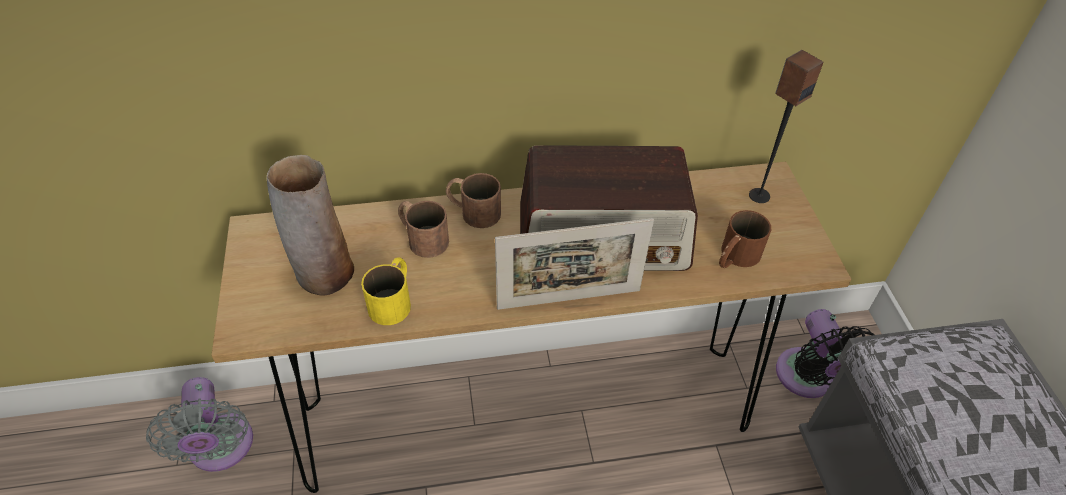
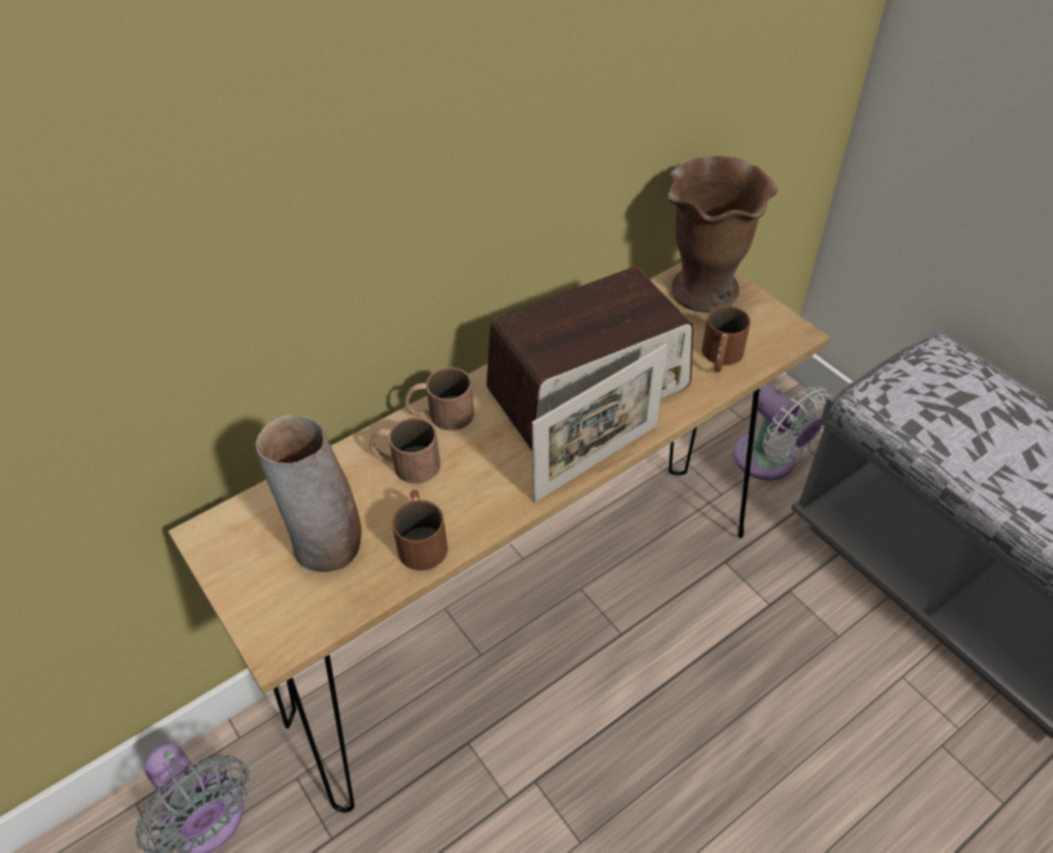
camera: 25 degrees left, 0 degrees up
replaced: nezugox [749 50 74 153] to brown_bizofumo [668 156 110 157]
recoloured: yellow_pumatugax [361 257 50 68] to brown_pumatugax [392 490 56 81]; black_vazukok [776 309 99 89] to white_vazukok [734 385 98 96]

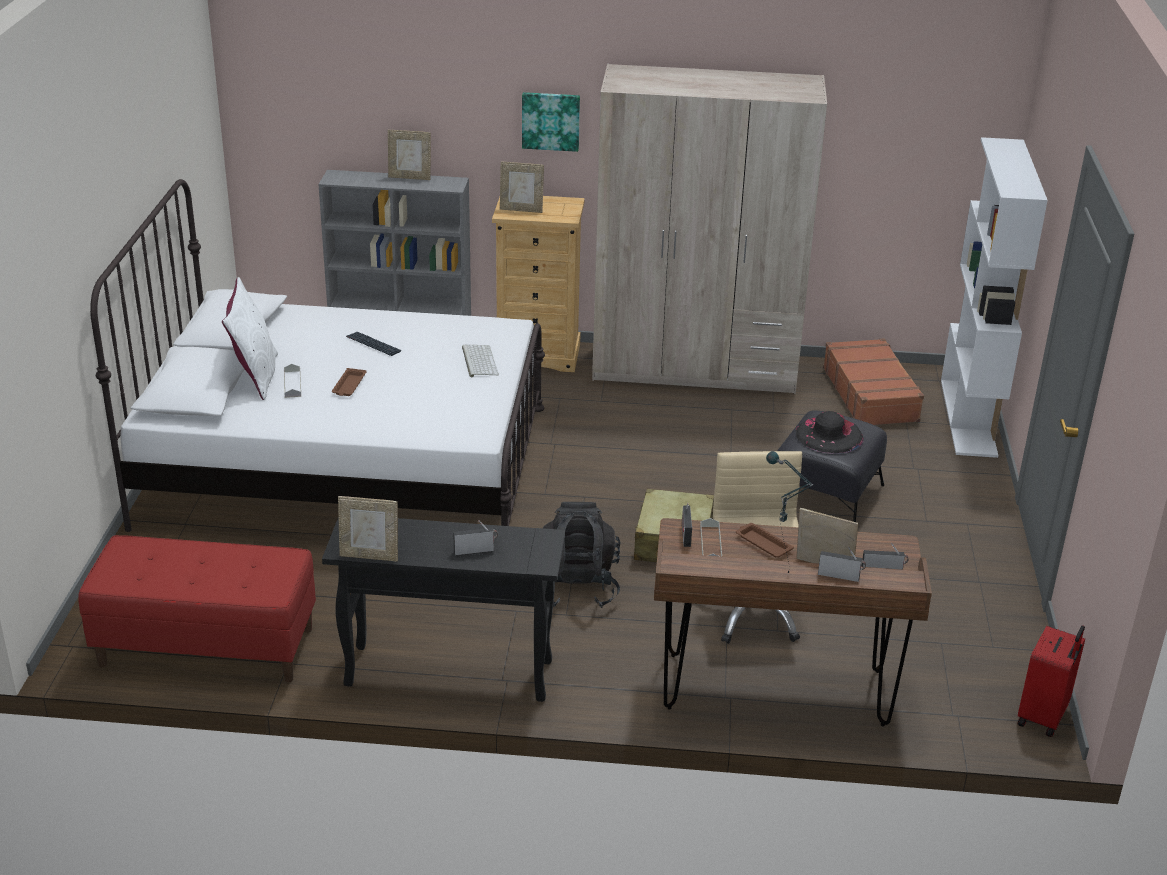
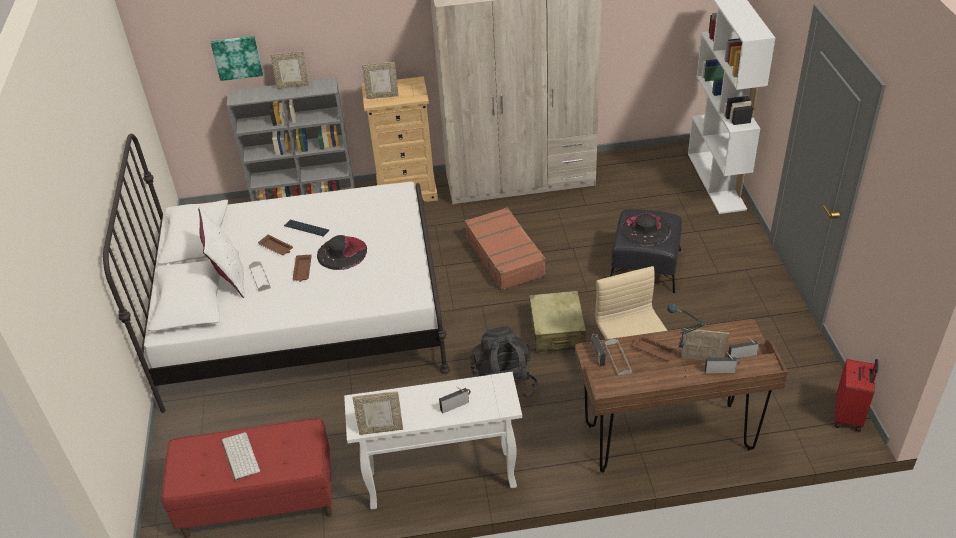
camera: 10 degrees left, 10 degrees up
added: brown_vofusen [258 234 35 21]; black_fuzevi [317 235 50 35]
moved: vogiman [462 345 37 33] to [222 432 38 49]; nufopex [522 92 58 60] to [211 36 52 45]; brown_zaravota [823 338 101 87] to [465 207 81 84]
recoloured: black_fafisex [322 517 243 185] to white_fafisex [344 372 178 138]

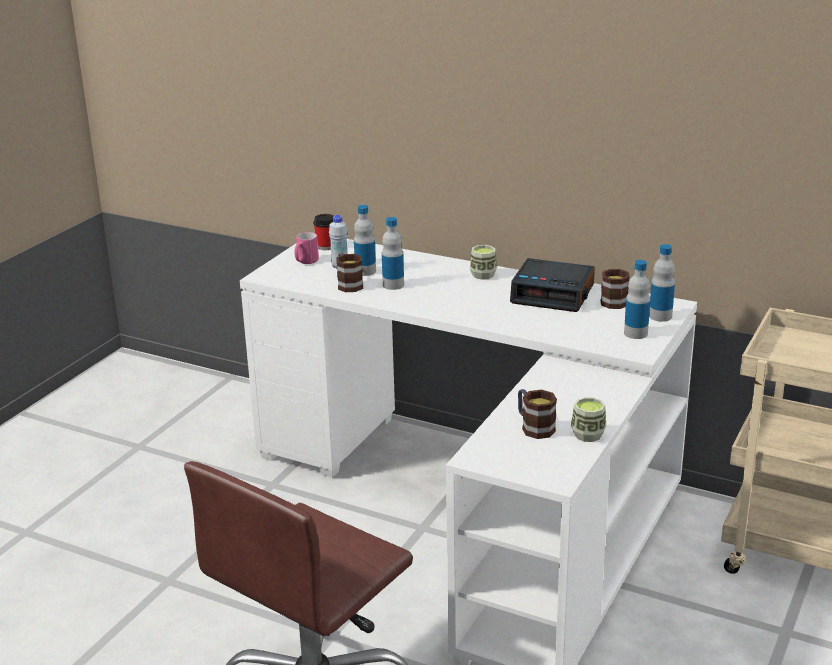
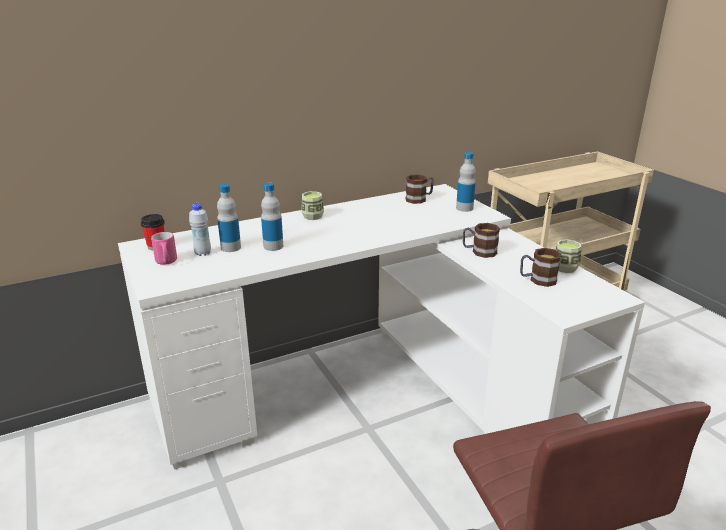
camera: 55 degrees left, 0 degrees up
removed: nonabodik [510 258 85 54]; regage [649 244 26 78]
moved: pumatugax [336 253 27 39] to [463 223 37 35]

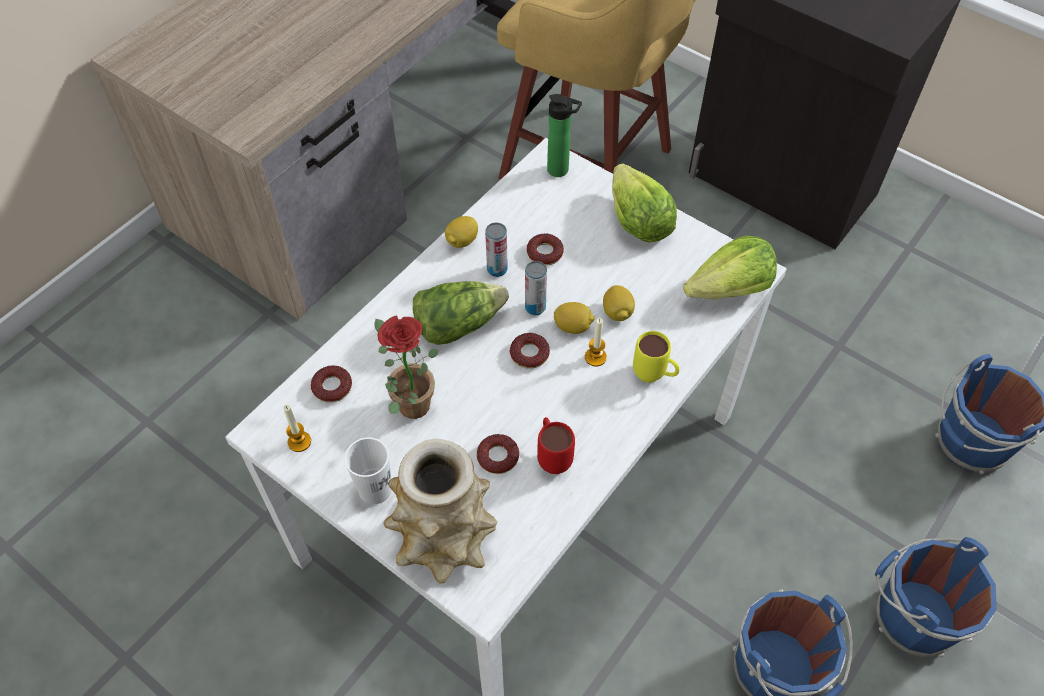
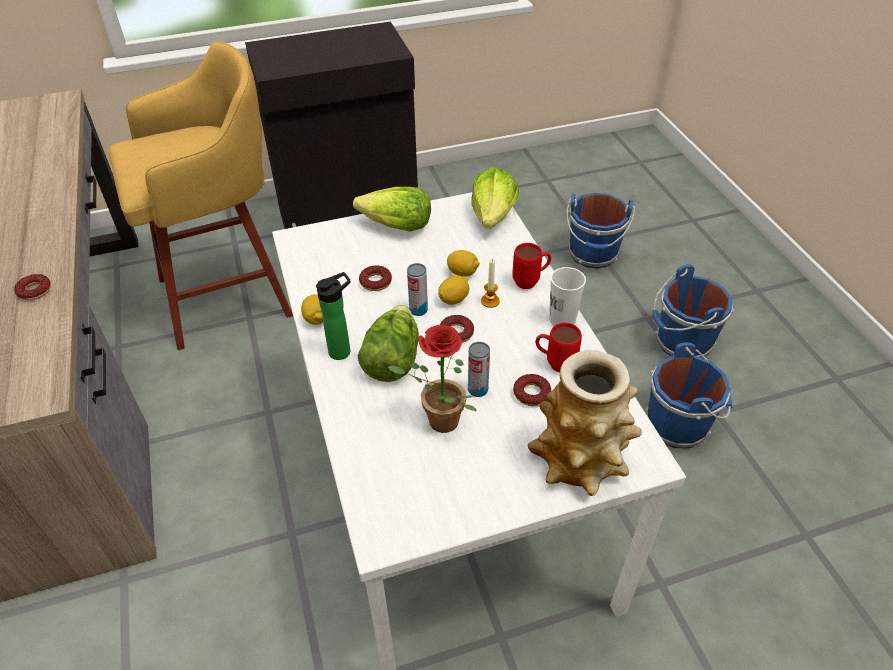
camera: 55 degrees left, 10 degrees down
removed: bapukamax [283 405 28 47]
moved: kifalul [311 365 41 38] to [14 274 37 27]; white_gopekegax [344 437 48 67] to [549 267 37 59]; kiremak [485 223 23 54] to [468 342 22 55]; regage [547 94 35 83] to [316 272 35 88]
recoloured: yellow_pumatugax [633 331 47 52] to red_pumatugax [512 243 39 46]

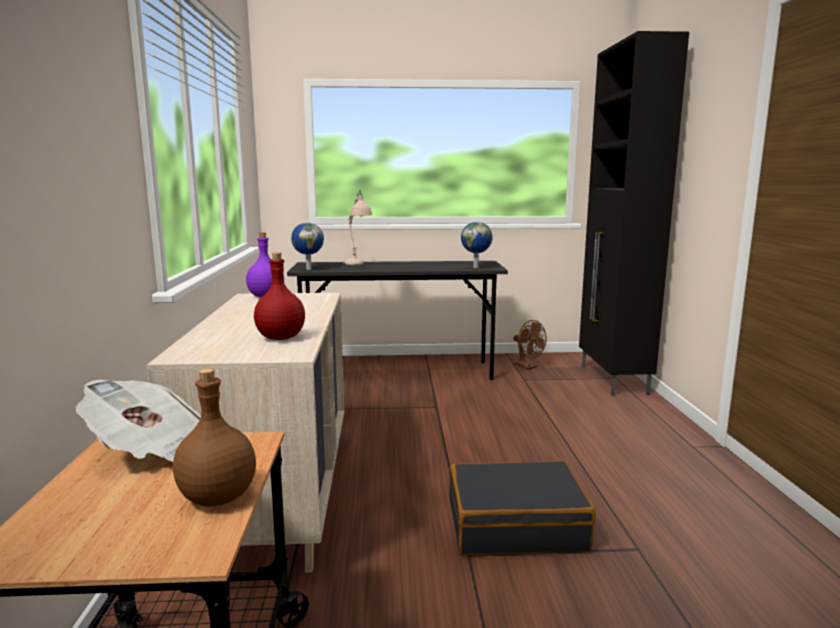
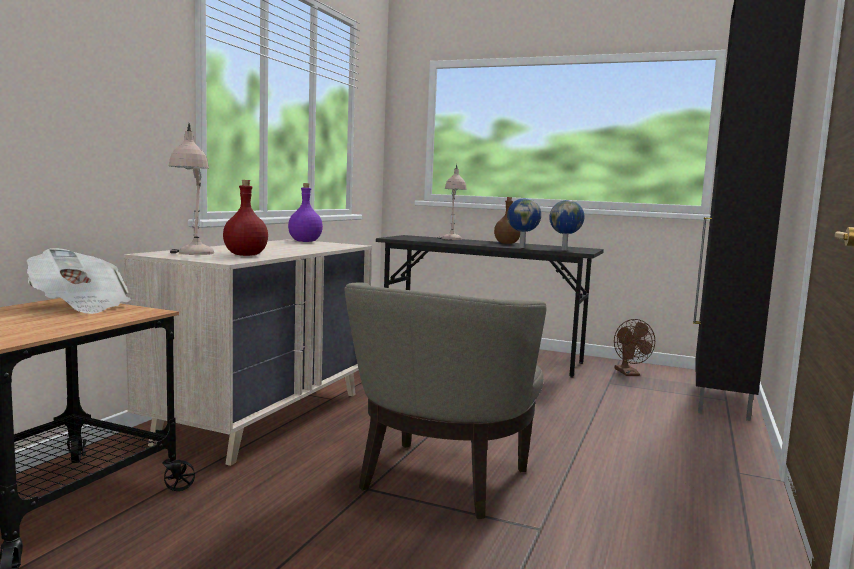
camera: 25 degrees right, 5 degrees down
added: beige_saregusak [169 123 45 132]
moved: brown_regage [173 368 83 139] to [494 197 26 47]; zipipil [291 222 33 48] to [507 198 34 50]
replaced: black_zaravota [449 461 146 95] to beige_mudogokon [345 283 201 236]

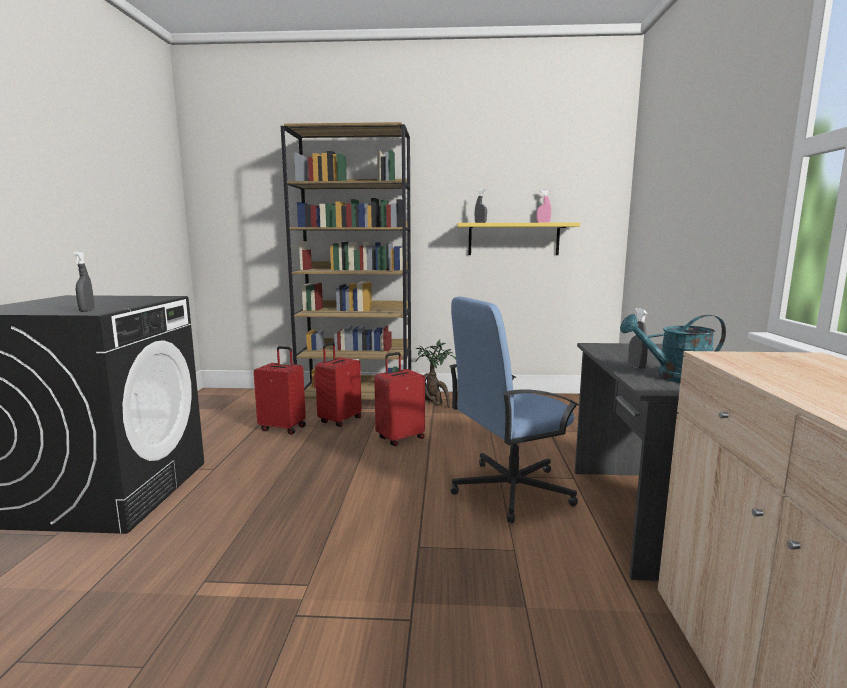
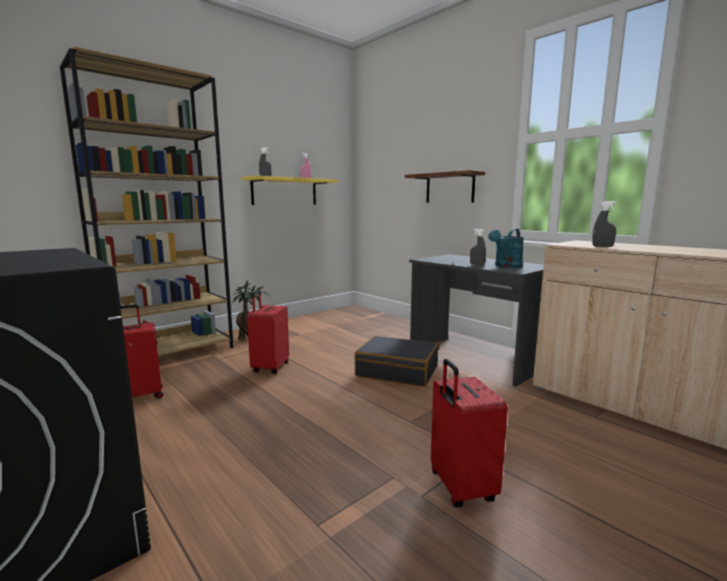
camera: 45 degrees left, 0 degrees up
added: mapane [405 170 80 33]
moved: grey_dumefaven [74 251 21 61] to [592 201 25 46]; red_zaravota [315 342 47 85] to [431 359 77 148]
replaced: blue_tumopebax [449 296 131 227] to black_zaravota [354 336 85 51]

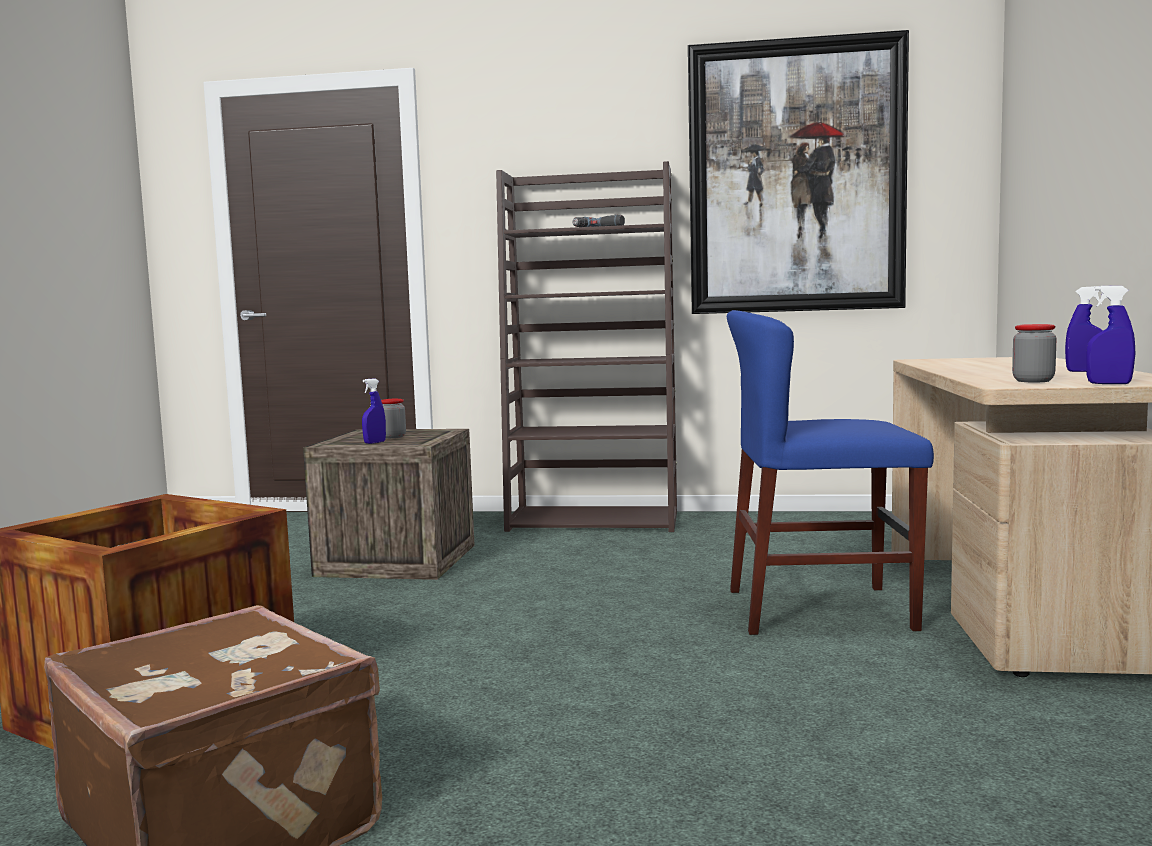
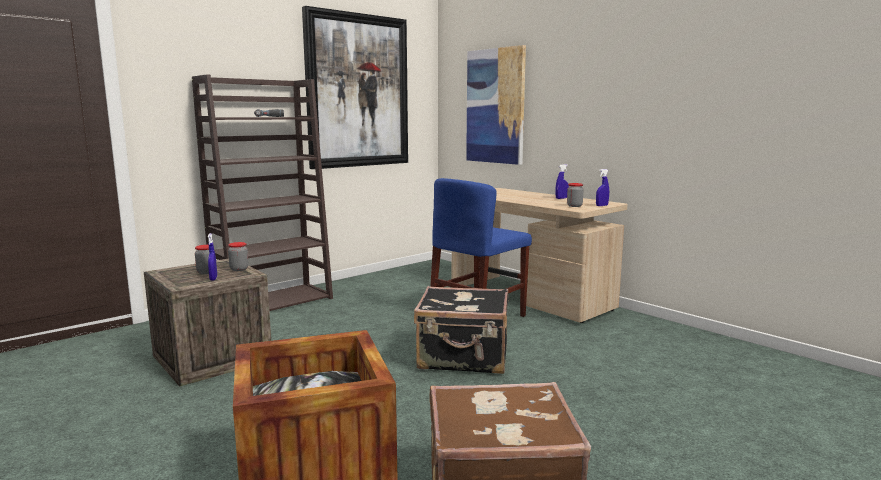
camera: 50 degrees left, 5 degrees up
added: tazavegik [228 242 20 29]; black_zaravota [414 286 94 88]; nufopex [466 45 60 120]

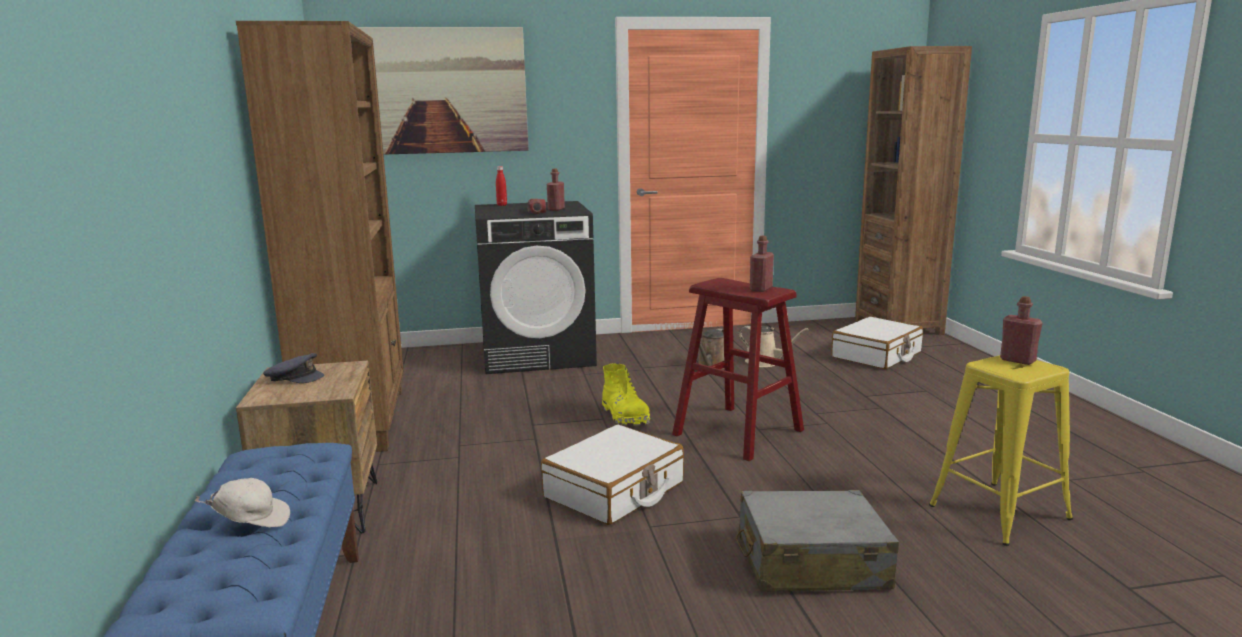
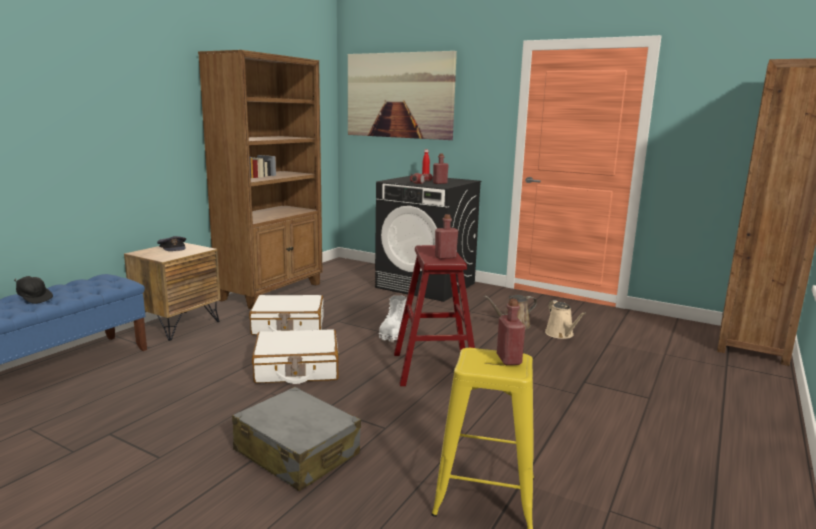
camera: 40 degrees right, 0 degrees up
moved: white_zaravota [831 317 92 52] to [249 295 75 40]
recoloured: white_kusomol [194 478 96 49] to black_kusomol [14 276 39 28]; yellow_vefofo [602 363 48 63] to white_vefofo [379 295 28 47]

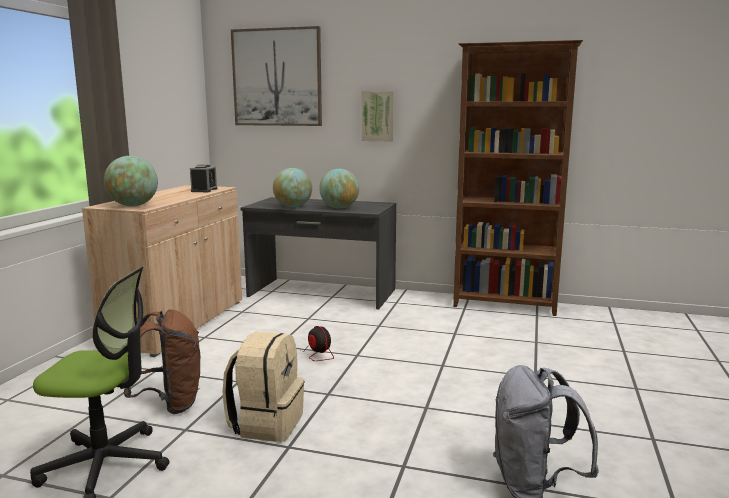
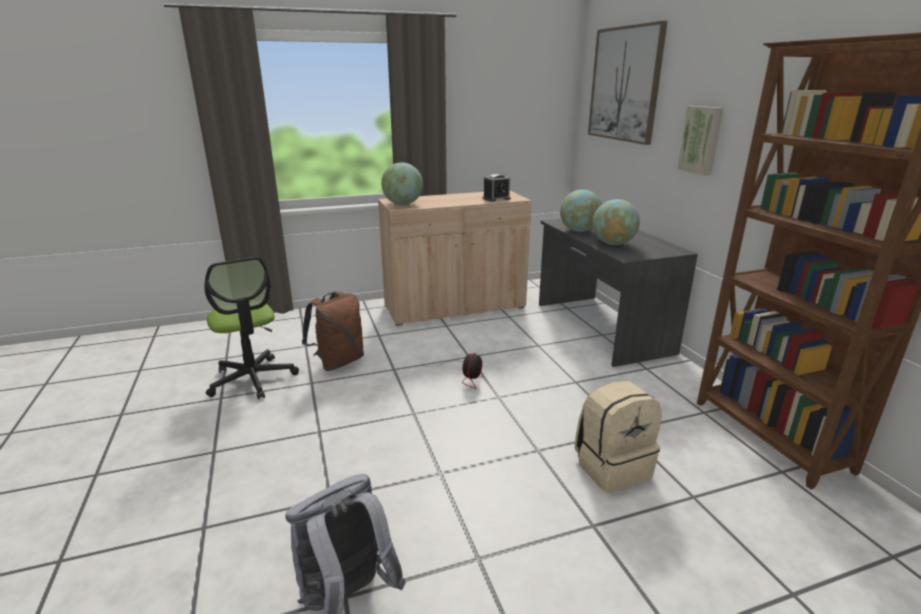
camera: 55 degrees right, 10 degrees up
moved: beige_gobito [223 332 82 110] to [575 381 87 112]

